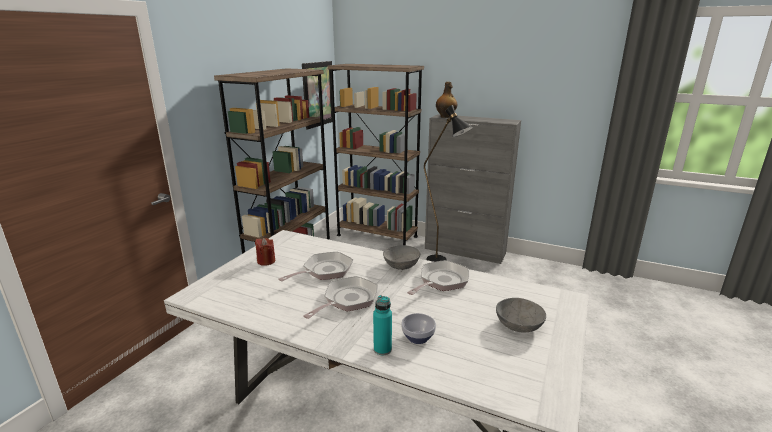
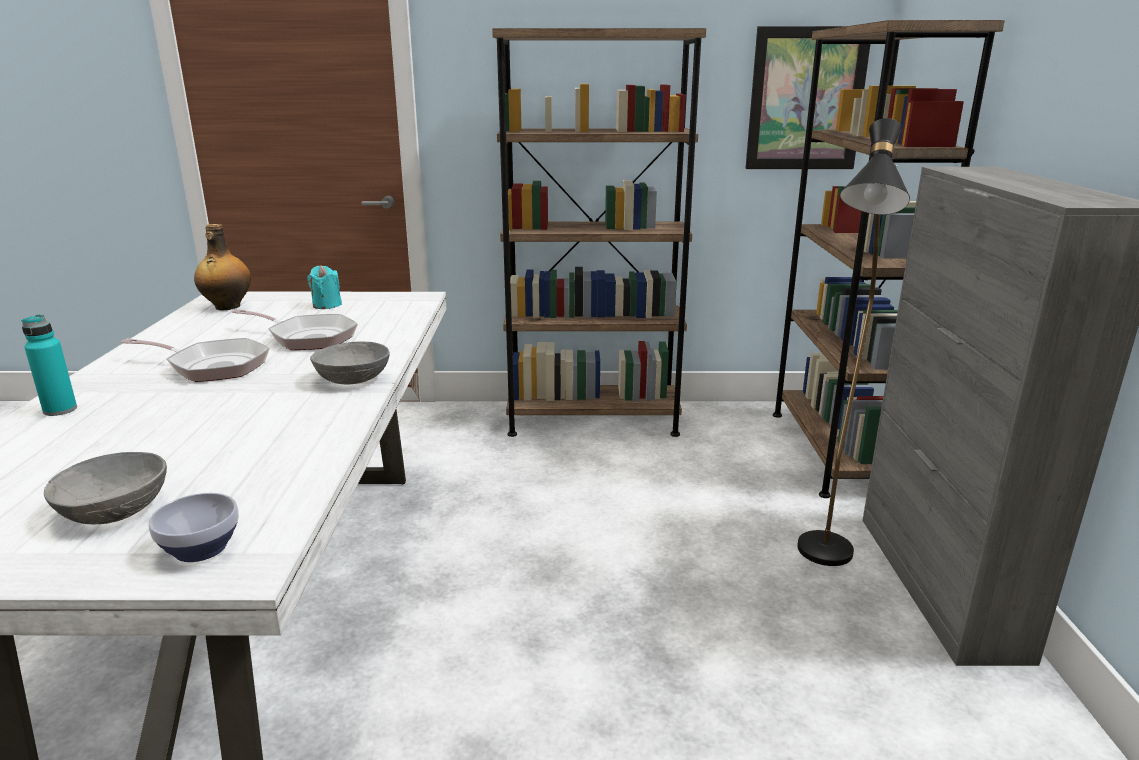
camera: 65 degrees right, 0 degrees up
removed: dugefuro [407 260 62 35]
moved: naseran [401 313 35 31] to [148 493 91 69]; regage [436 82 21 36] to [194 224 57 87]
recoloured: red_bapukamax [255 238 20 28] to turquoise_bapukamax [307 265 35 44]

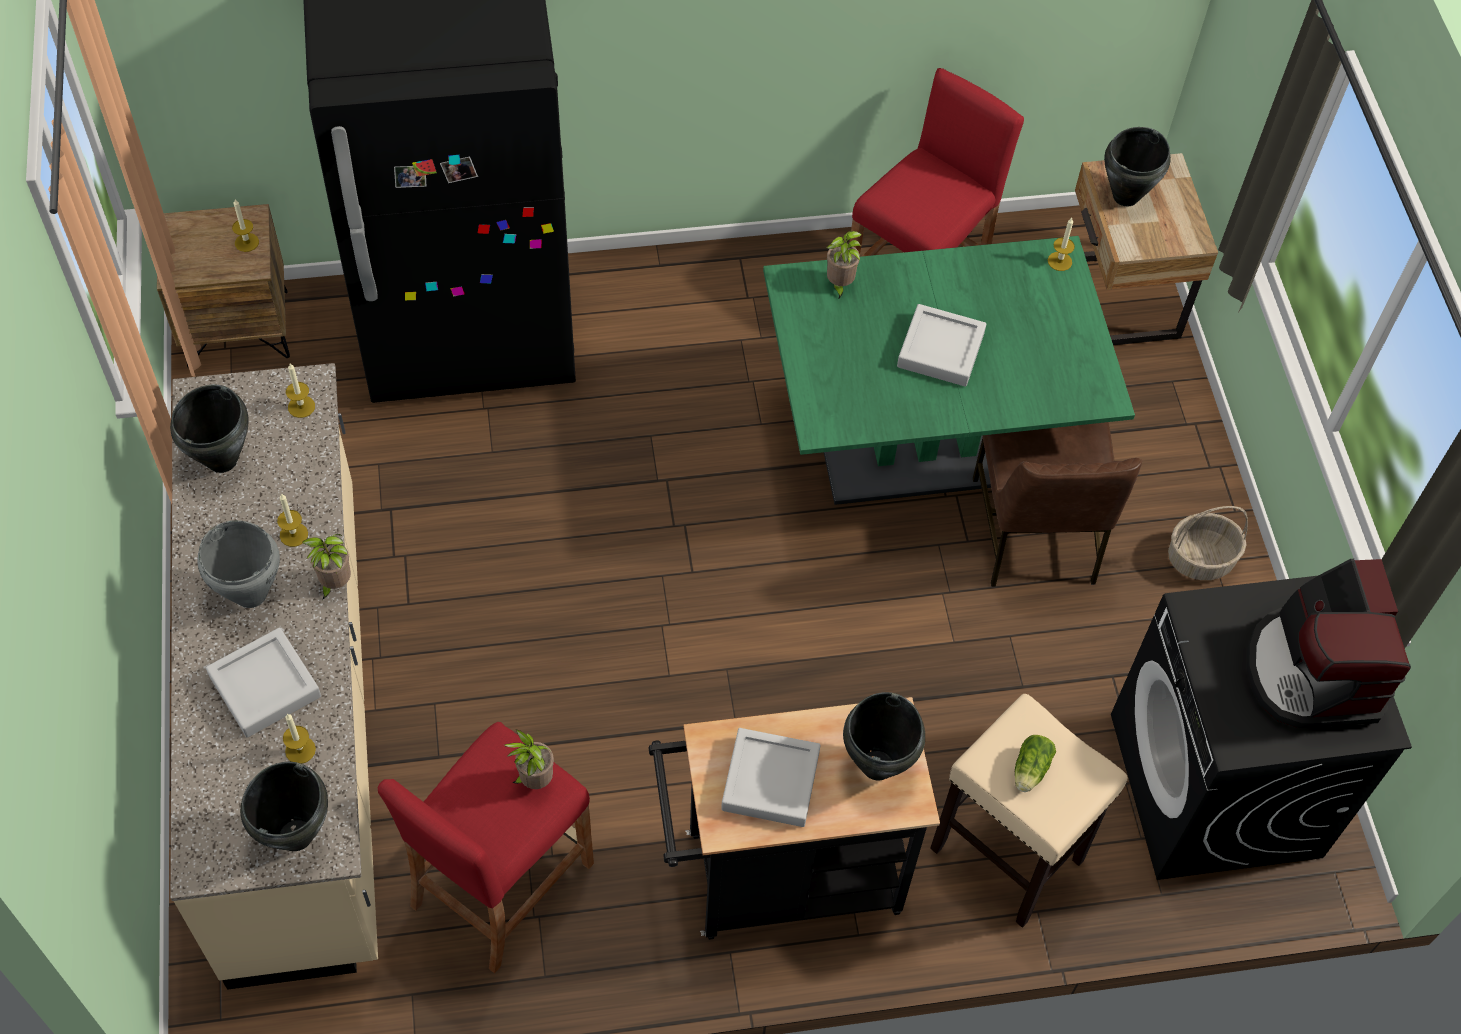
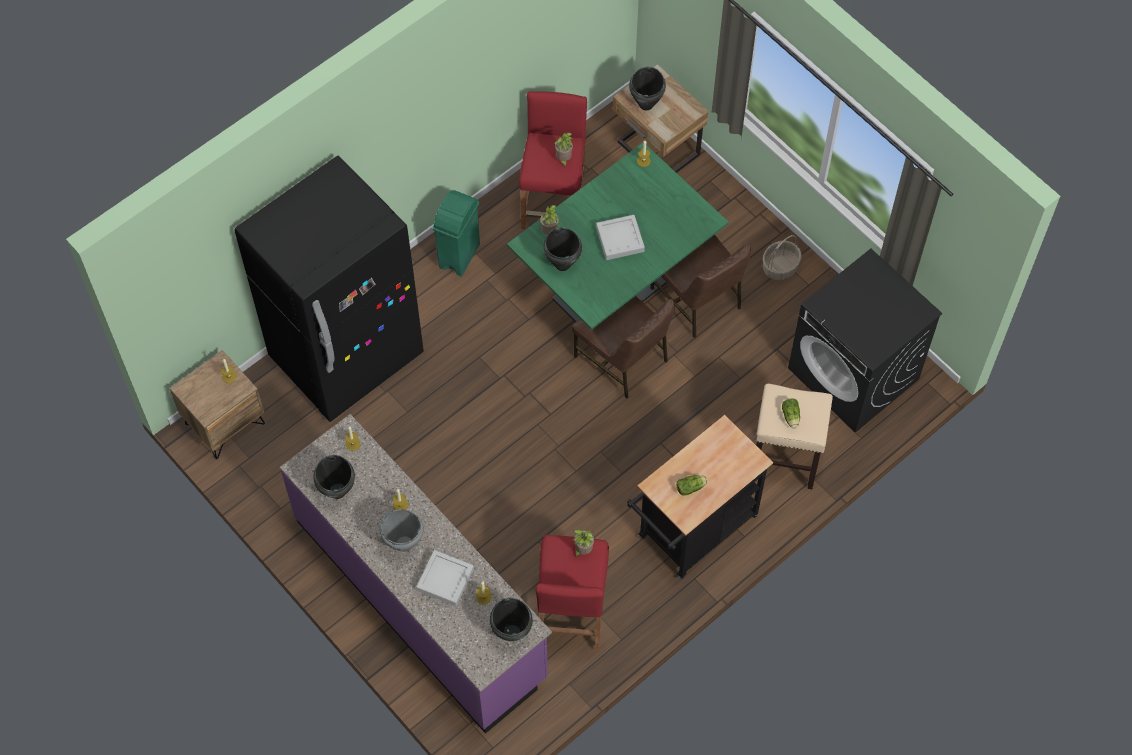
camera: 30 degrees left, 5 degrees up
removed: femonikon [1247 559 164 169]
added: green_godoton [432 190 48 86]; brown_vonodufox [572 296 103 103]
moved: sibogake [302 534 49 66] to [554 132 19 35]; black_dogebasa [843 692 82 88] to [543 227 39 44]
replaced: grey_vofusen [721 728 100 99] to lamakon [676 475 31 21]
recoloured: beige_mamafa [171 363 207 627] to purple_mamafa [280 414 272 320]

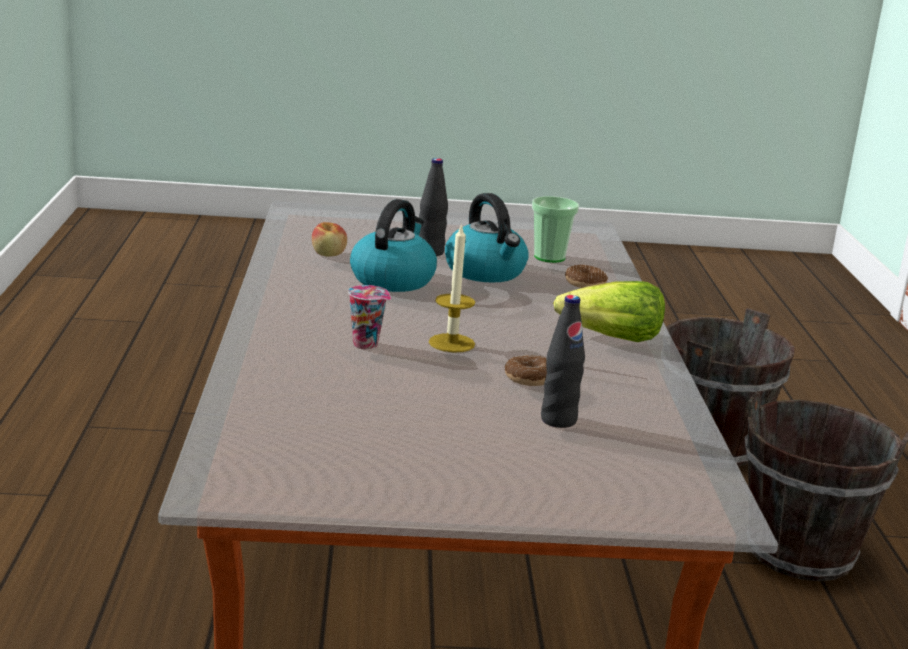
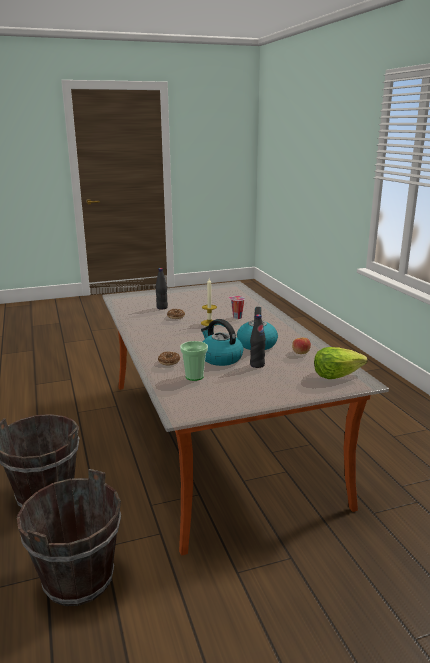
camera: 165 degrees right, 0 degrees up
moved: lamakon [553 281 112 61] to [314 347 54 32]

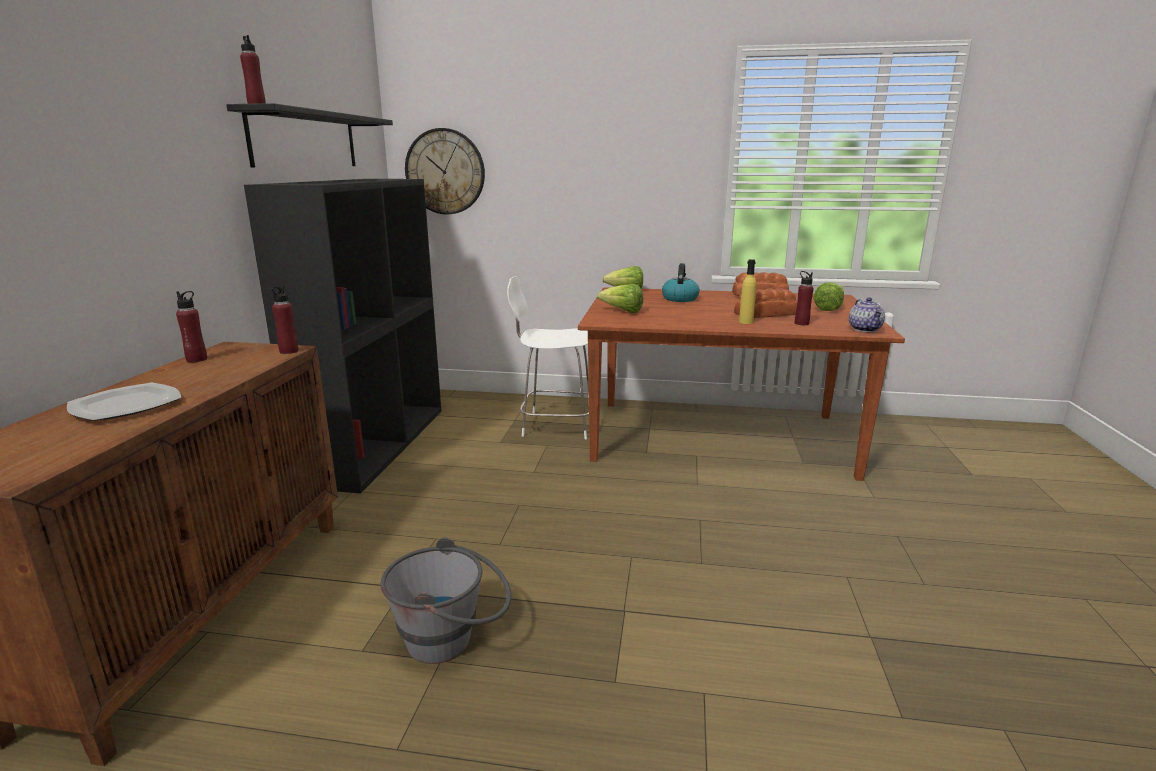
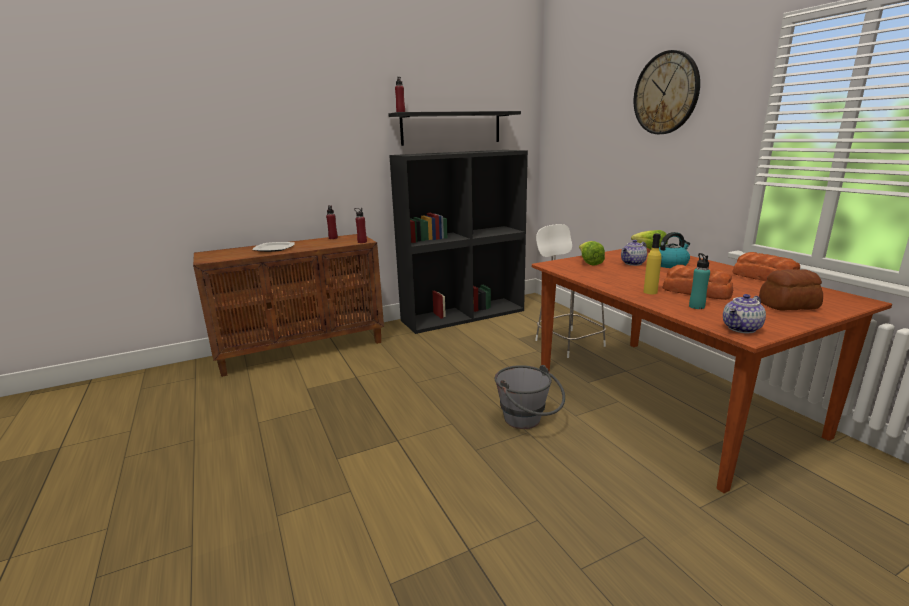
camera: 55 degrees right, 0 degrees up
added: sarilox [621 240 26 26]
moved: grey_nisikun [381 537 130 127] to [495 365 70 64]; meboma [405 128 80 87] to [634 50 66 84]
replaced: lamakon [813 282 31 29] to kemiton [759 269 64 42]
recoloured: red_regage [795 271 19 54] to turquoise_regage [689 253 21 56]

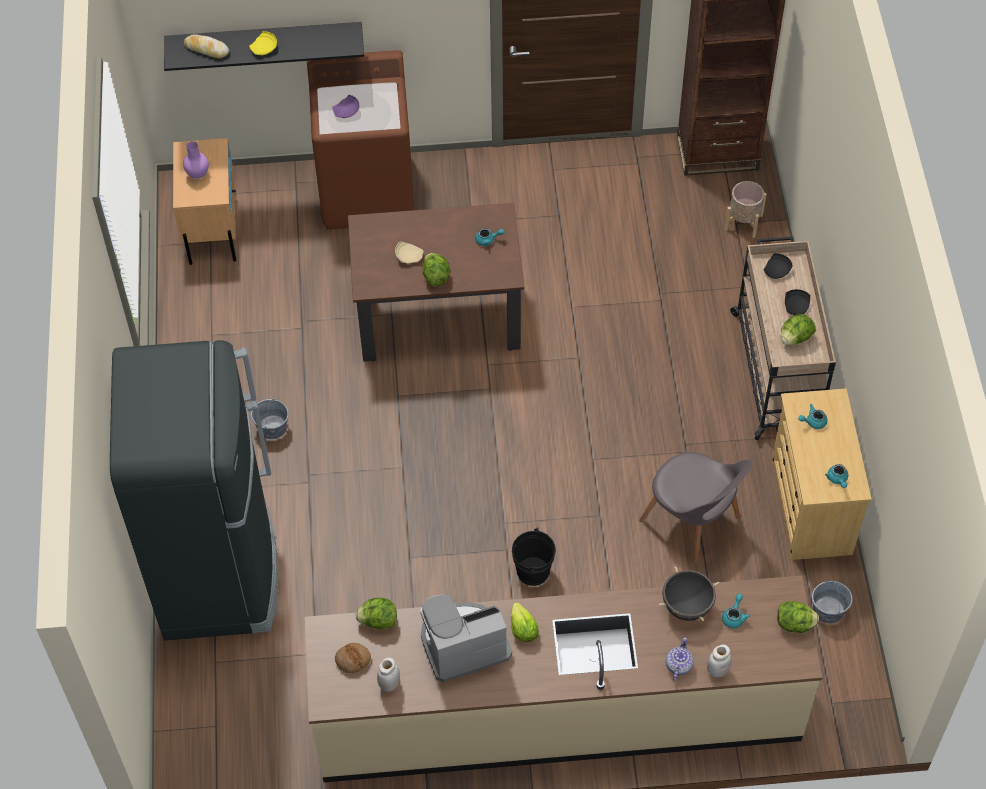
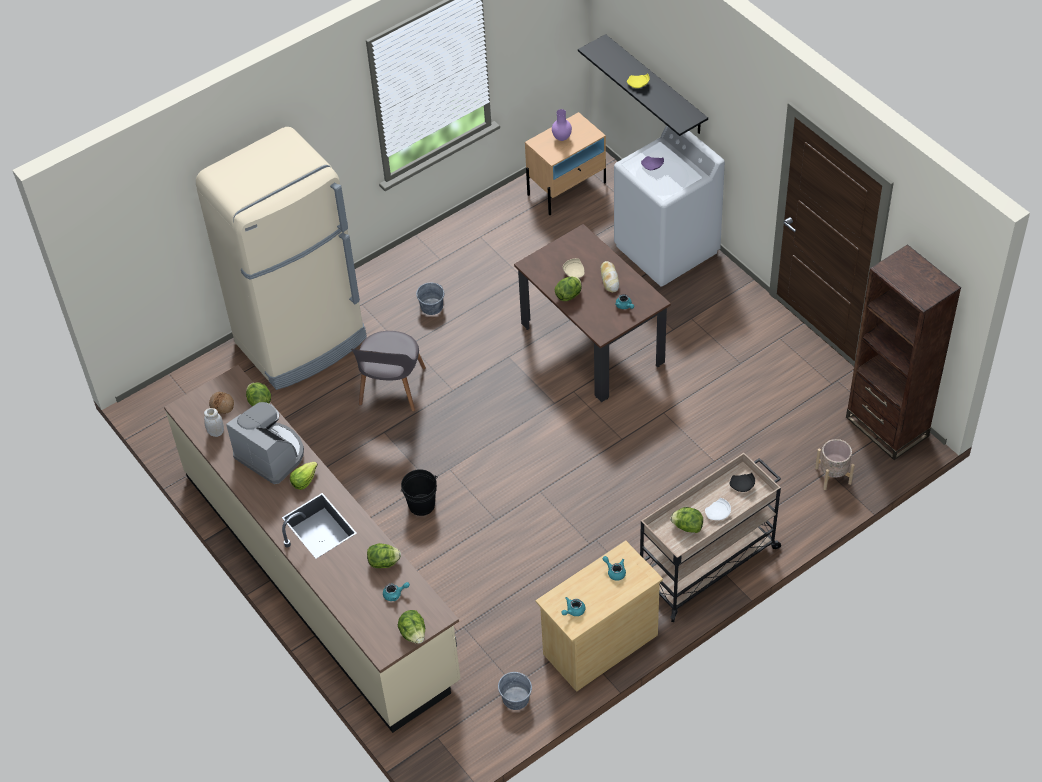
camera: 60 degrees right, 5 degrees down
removed: sarilox [666 637 27 44]; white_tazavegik [707 645 24 33]
moved: kemiton [184 34 45 24] to [601 261 18 32]; grey_vonodufox [639 452 114 112] to [351 331 75 81]
replaced: black_dogebasa [659 566 60 55] to lamakon [367 543 34 25]
recoloured: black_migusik [110 340 168 301] to beige_migusik [196 127 171 263]; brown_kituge [307 50 107 180] to white_kituge [614 125 111 161]; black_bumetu [785 289 25 26] to white_bumetu [705 498 26 22]

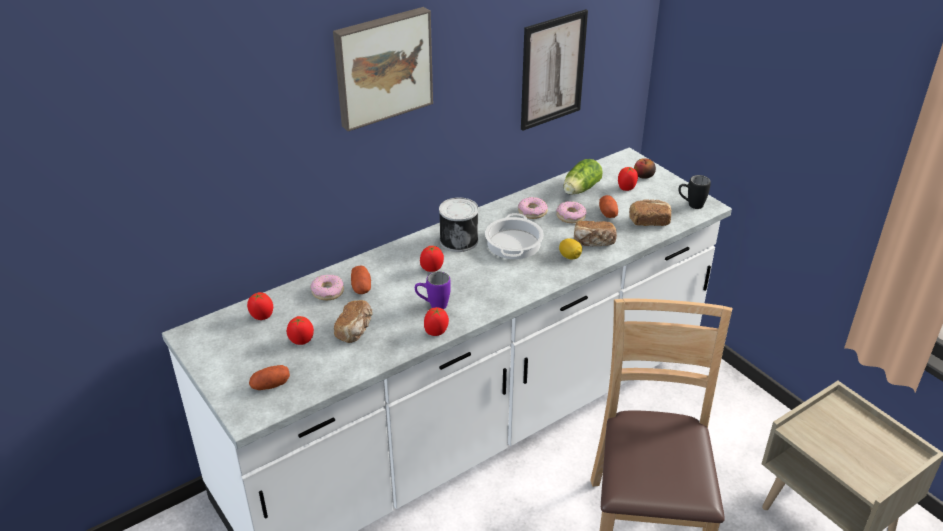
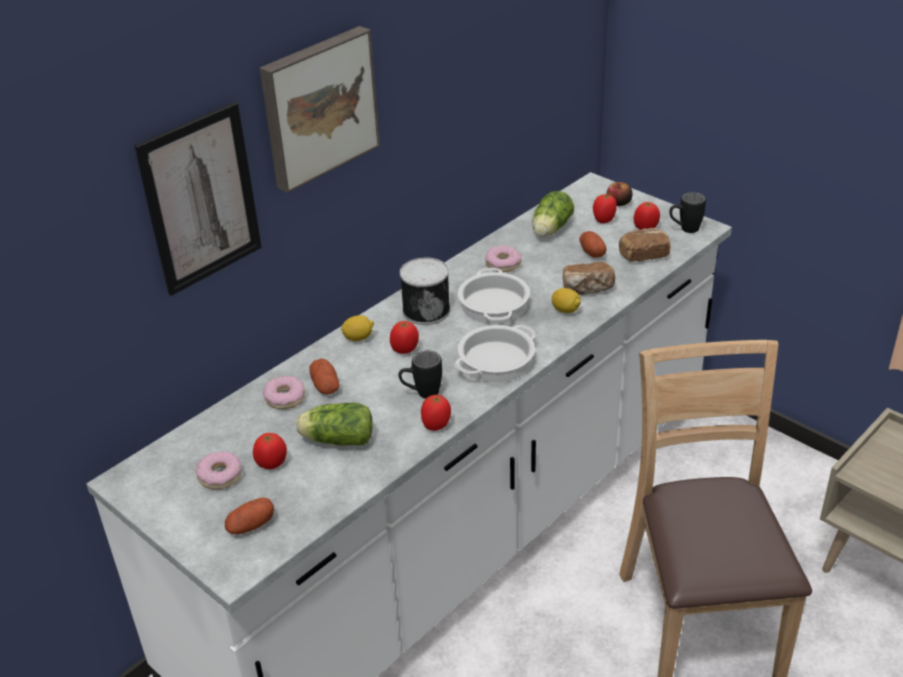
camera: 10 degrees left, 0 degrees up
added: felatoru [341 315 33 26]; dogebasa [454 325 82 58]
moved: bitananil [247 292 26 28] to [634 202 26 28]; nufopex [521 9 67 122] to [134 102 128 194]; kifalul [556 201 31 22] to [196 451 46 38]
replaced: kemiton [334 300 39 43] to lamakon [296 403 77 43]
recoloured: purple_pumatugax [415 271 36 38] to black_pumatugax [398 351 44 47]

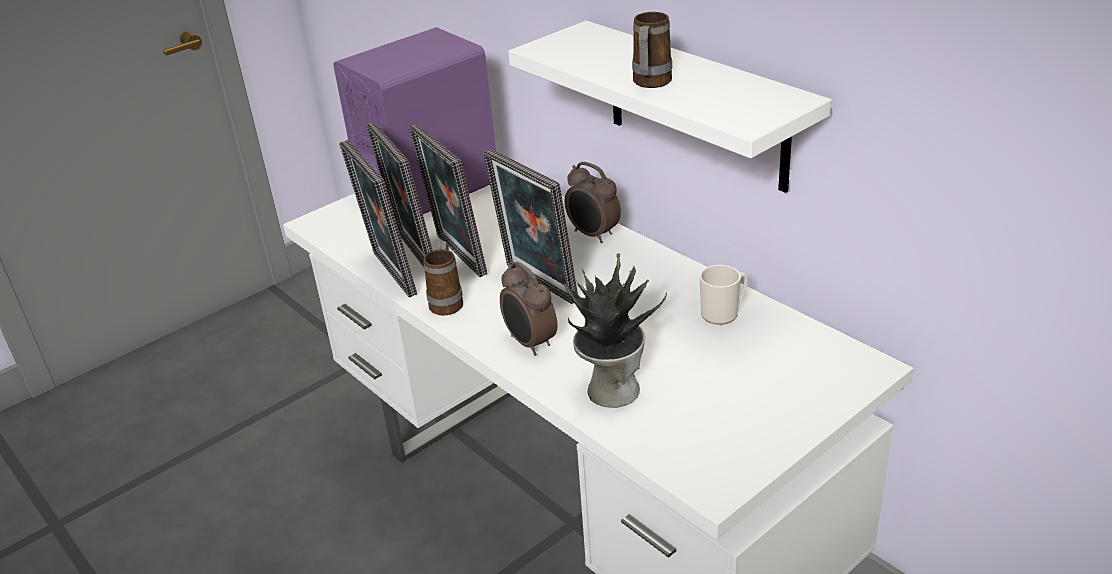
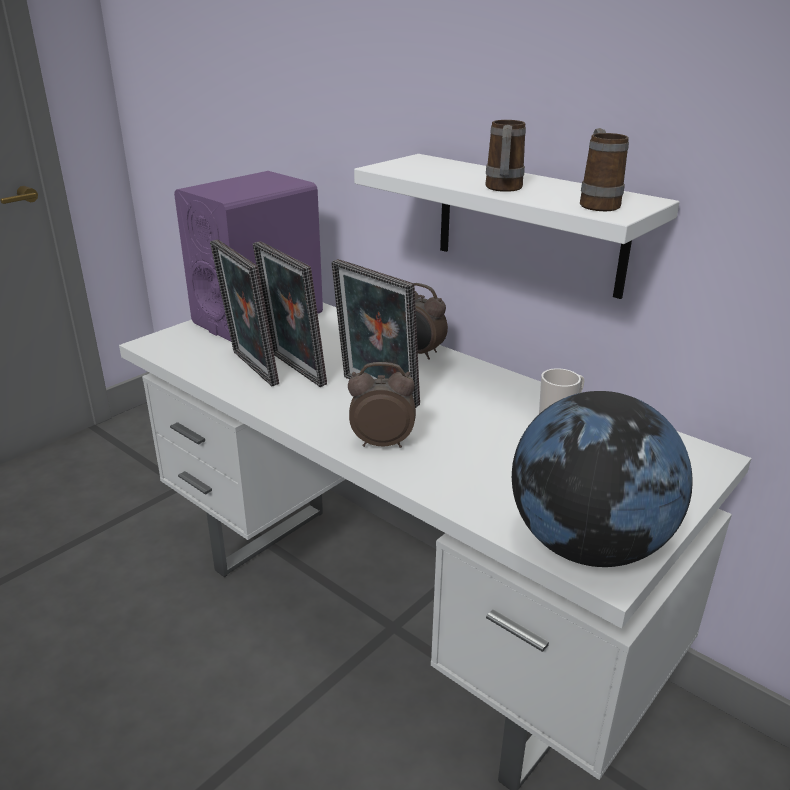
camera: 10 degrees left, 5 degrees down
removed: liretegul [339 140 78 157]; sibogake [564 253 103 155]
added: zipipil [512 391 181 176]
moved: pumatugax [424 240 39 76] to [580 128 49 83]
turned: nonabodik [500 262 57 94] = [348 362 68 86] 135 degrees clockwise

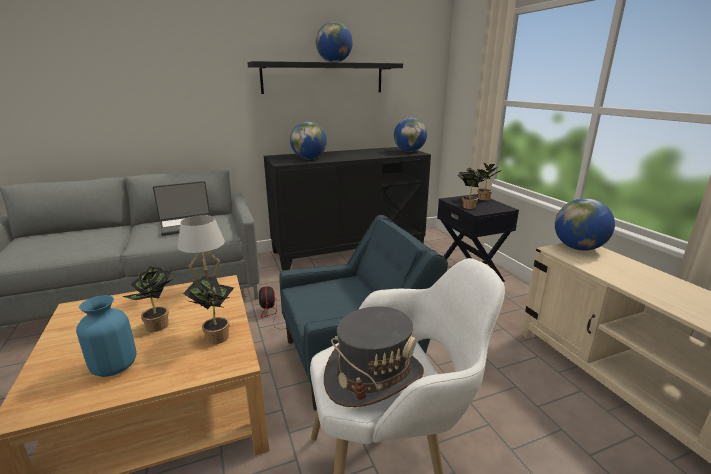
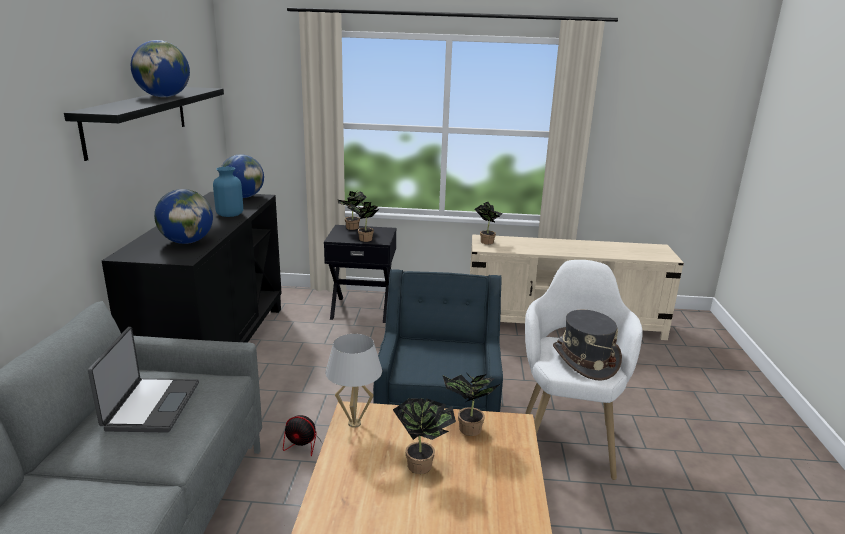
camera: 65 degrees left, 0 degrees up
moved: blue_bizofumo [76 295 61 82] to [213 167 30 50]
replaced: zipipil [555 198 60 53] to sibogake [475 202 28 42]

